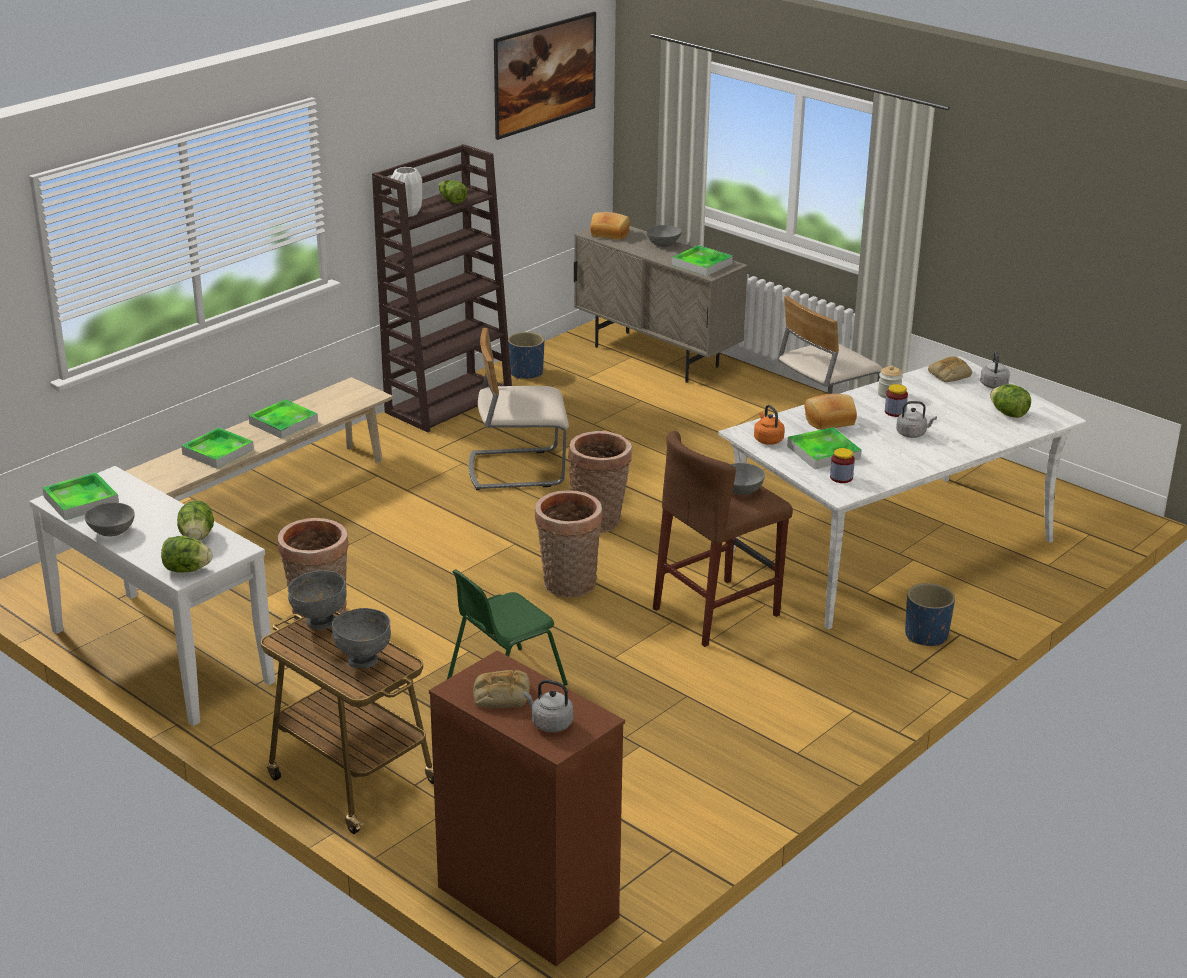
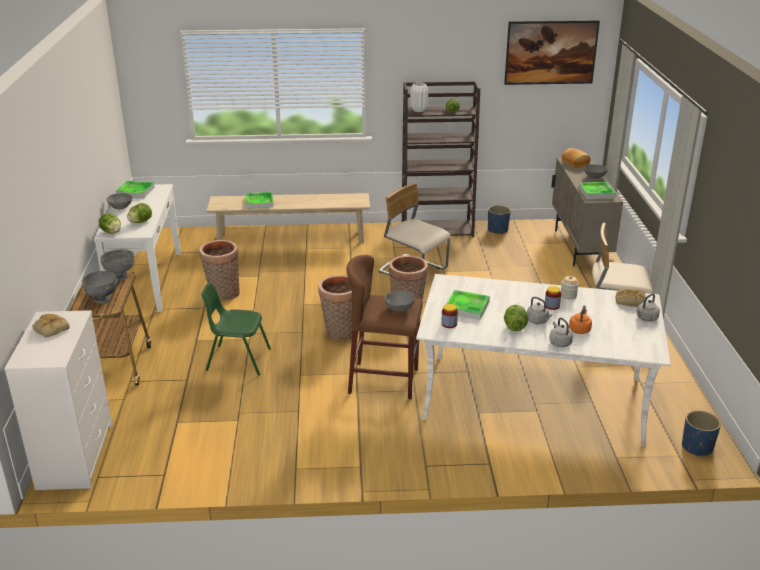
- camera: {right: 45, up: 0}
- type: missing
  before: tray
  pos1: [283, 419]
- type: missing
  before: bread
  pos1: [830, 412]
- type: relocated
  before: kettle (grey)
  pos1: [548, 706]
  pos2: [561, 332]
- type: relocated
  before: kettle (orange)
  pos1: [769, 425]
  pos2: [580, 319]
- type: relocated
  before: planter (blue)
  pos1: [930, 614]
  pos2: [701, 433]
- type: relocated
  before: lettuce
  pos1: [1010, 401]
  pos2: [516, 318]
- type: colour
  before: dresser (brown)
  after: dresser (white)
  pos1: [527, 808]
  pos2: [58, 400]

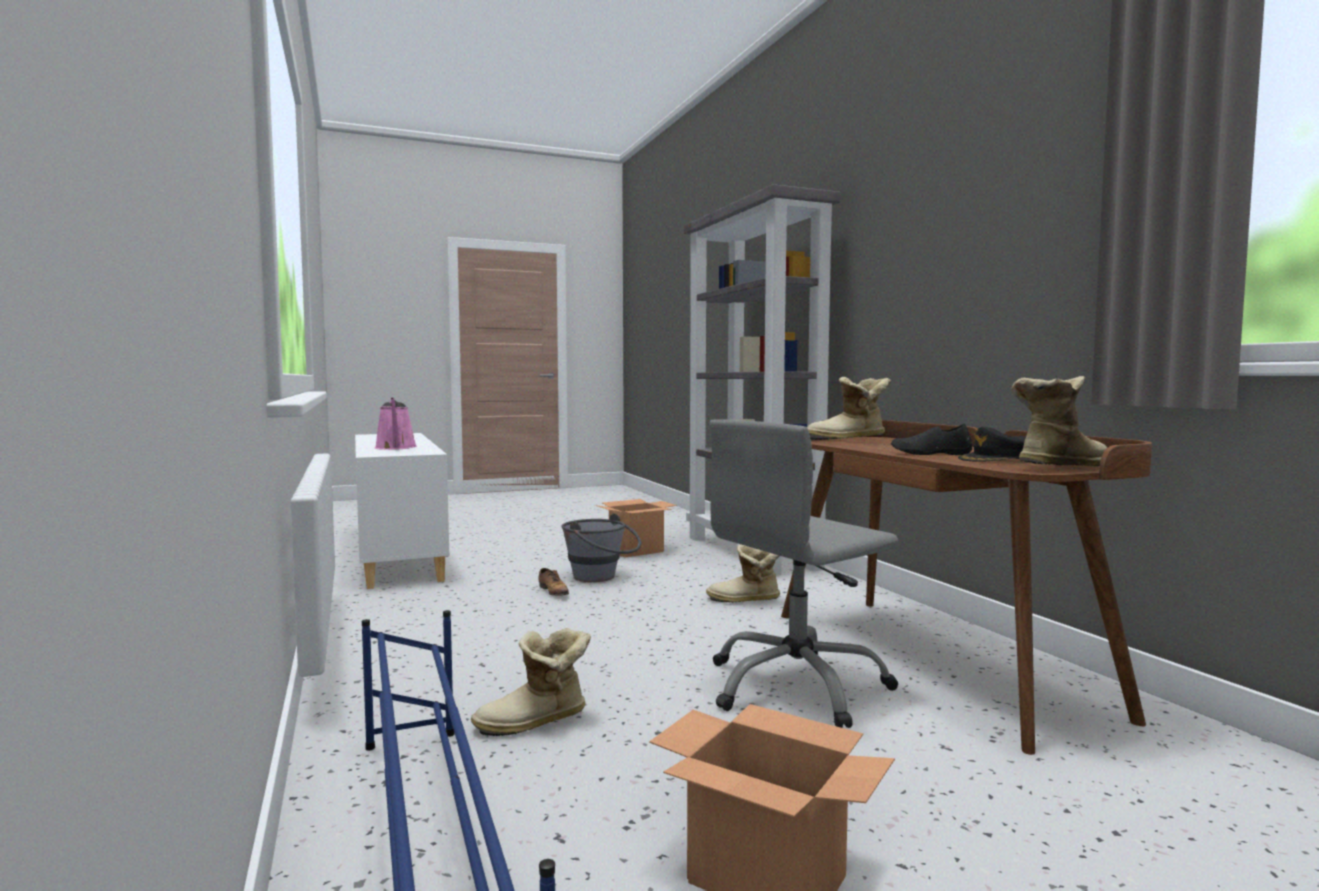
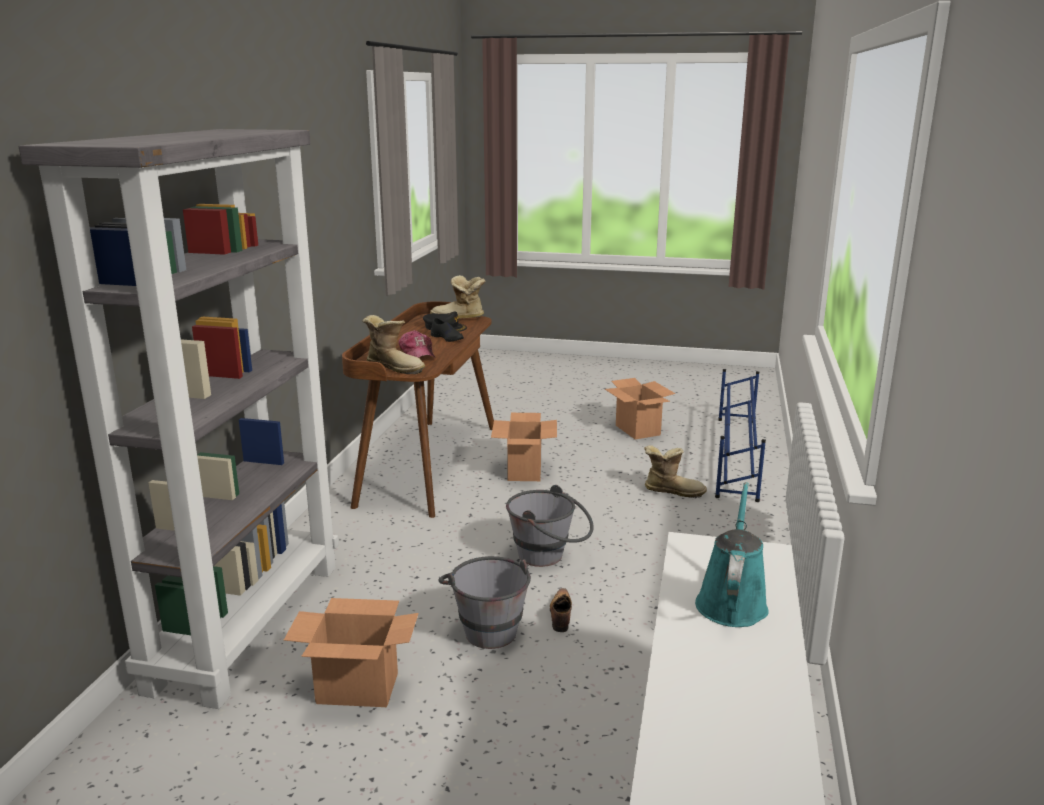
- camera: {right: -145, up: 15}
- type: missing
  before: boot
  pos1: [743, 573]
- type: appeared
  after: cap
  pos2: [417, 344]
- type: appeared
  after: bucket (grey)
  pos2: [550, 526]
- type: exchanged
  before: office chair (grey)
  after: cardboard box
  pos1: [804, 573]
  pos2: [524, 447]
- type: colour
  before: watering can (pink)
  after: watering can (turquoise)
  pos1: [396, 423]
  pos2: [732, 554]

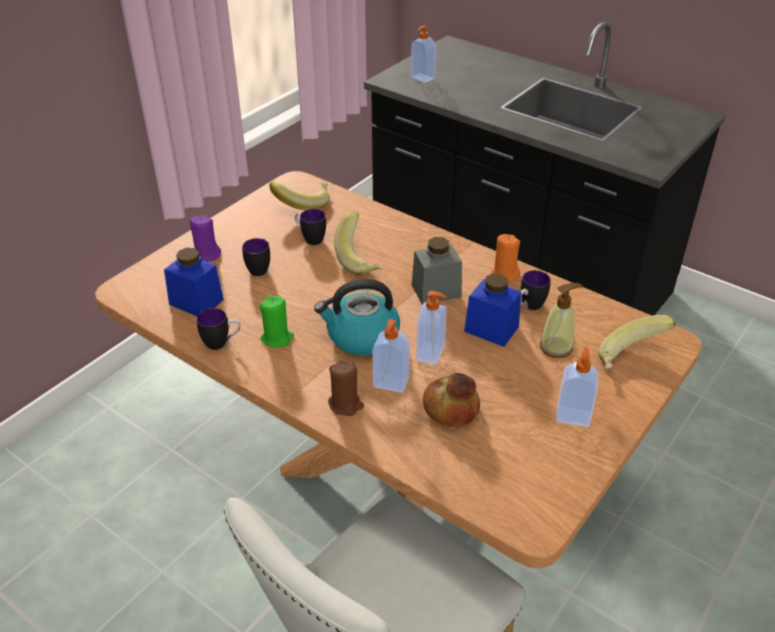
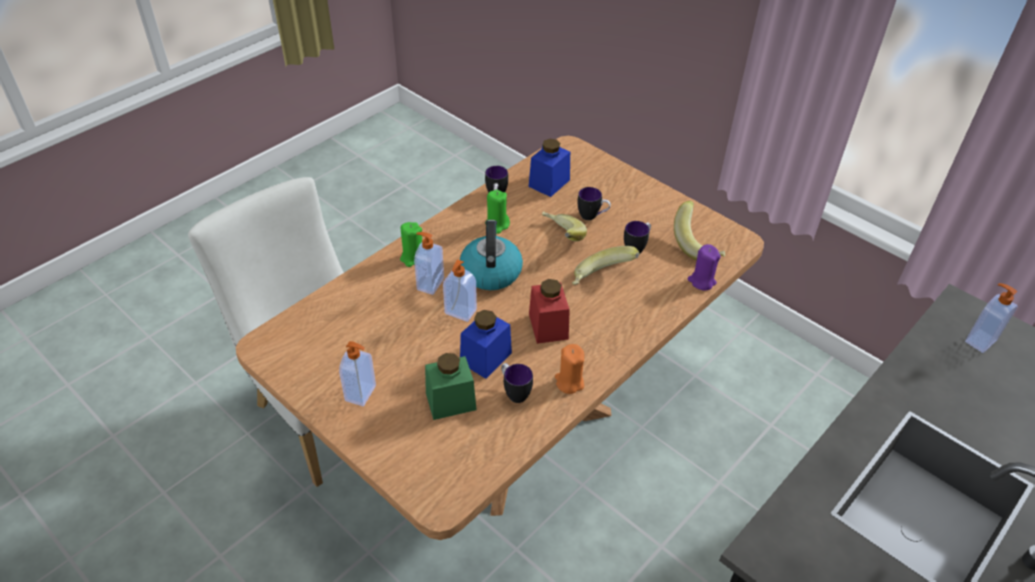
- camera: {right: 95, up: 5}
- type: missing
  before: bread
  pos1: [451, 400]
- type: relocated
  before: candle (purple)
  pos1: [205, 239]
  pos2: [704, 267]
- type: relocated
  before: banana
  pos1: [637, 342]
  pos2: [564, 226]
- type: exchanged
  before: soap dispenser
  after: jar (green)
  pos1: [561, 320]
  pos2: [451, 386]
- type: colour
  before: candle (brown)
  after: candle (green)
  pos1: [346, 388]
  pos2: [411, 244]
- type: colour
  before: jar (grey)
  after: jar (red)
  pos1: [437, 271]
  pos2: [549, 311]

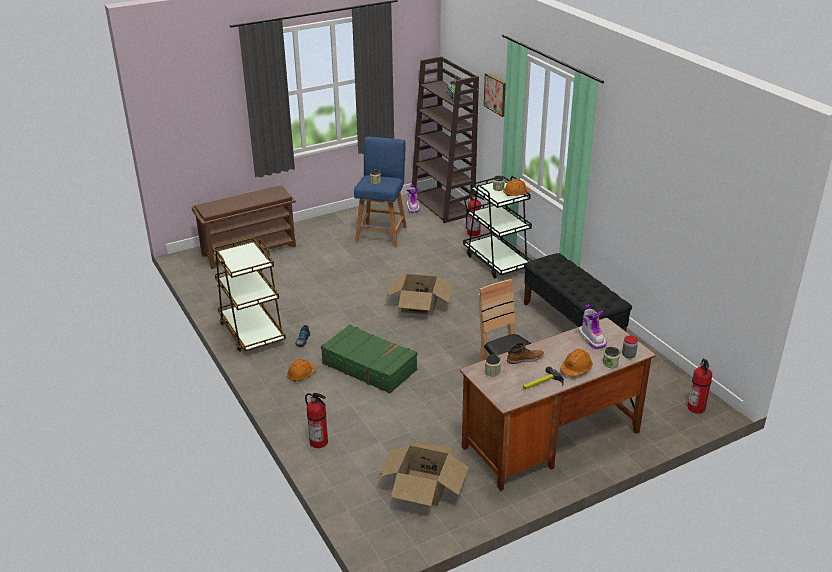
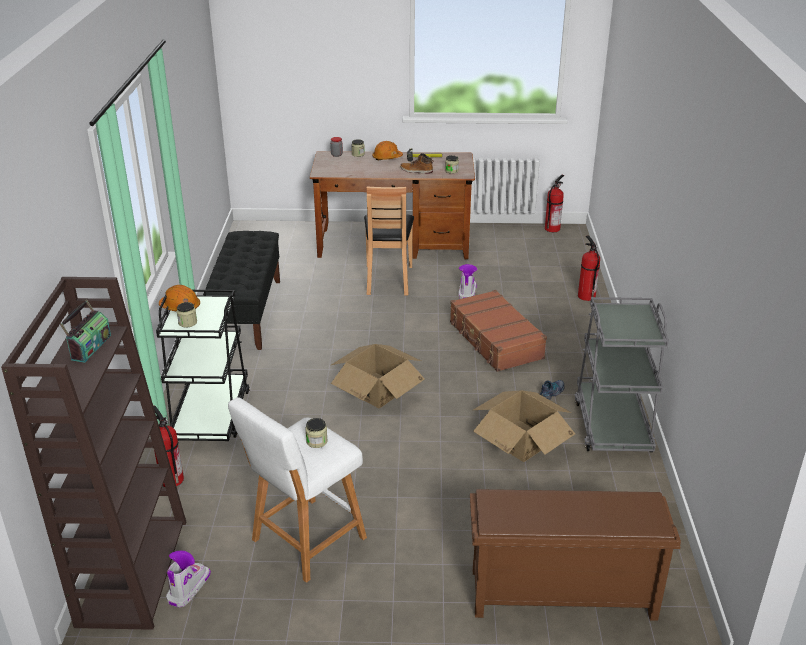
- camera: {right: -150, up: 0}
- type: missing
  before: hard hat (orange)
  pos1: [301, 370]
- type: missing
  before: picture
  pos1: [495, 94]
- type: relocated
  before: cardboard box
  pos1: [423, 473]
  pos2: [524, 426]
- type: relocated
  before: boot
  pos1: [592, 327]
  pos2: [468, 281]
- type: relocated
  before: fire extinguisher
  pos1: [699, 386]
  pos2: [554, 203]
- type: colour
  before: cart (brown)
  after: cart (grey)
  pos1: [249, 294]
  pos2: [622, 374]
- type: colour
  before: suitcase (green)
  after: suitcase (brown)
  pos1: [369, 359]
  pos2: [498, 331]
- type: colour
  before: stool (blue)
  after: stool (white)
  pos1: [380, 192]
  pos2: [297, 490]

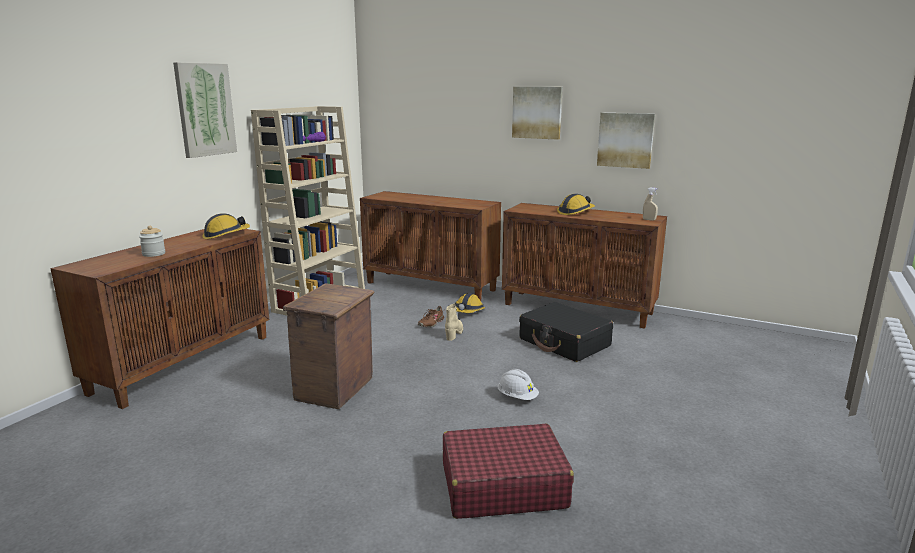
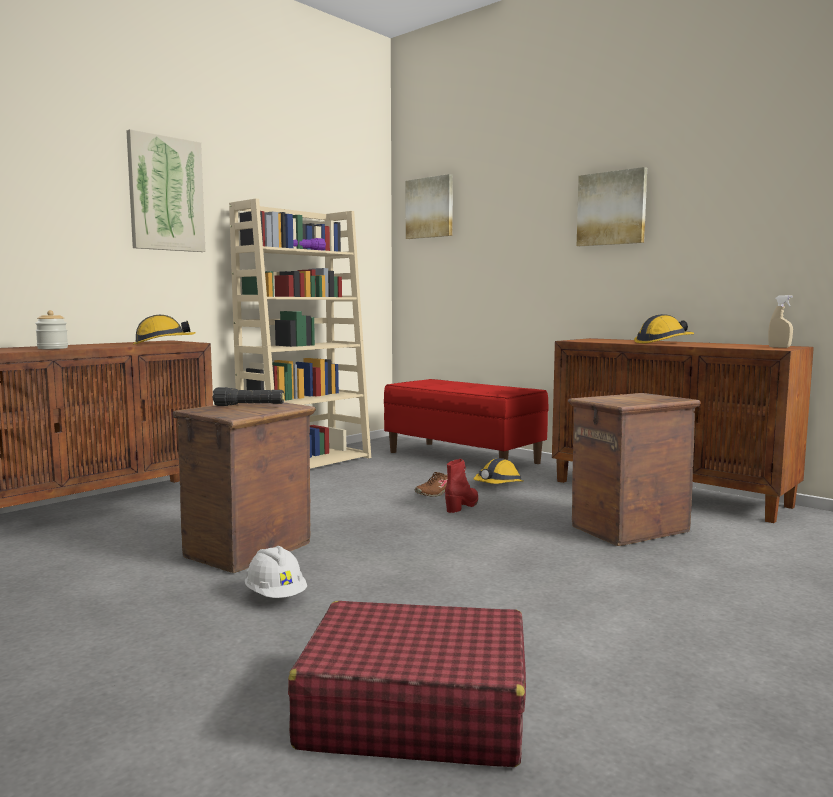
- camera: {right: 15, up: -10}
- type: appeared
  after: flashlight (black)
  pos2: [248, 396]
- type: relocated
  before: hard hat (white)
  pos1: [518, 384]
  pos2: [276, 572]
- type: relocated
  before: picture
  pos1: [626, 141]
  pos2: [429, 206]
- type: exchanged
  before: cabinet (brown)
  after: bench (red)
  pos1: [430, 246]
  pos2: [466, 421]
- type: exchanged
  before: suitcase (black)
  after: crate
  pos1: [566, 332]
  pos2: [634, 469]
- type: colour
  before: boot (beige)
  after: boot (red)
  pos1: [454, 322]
  pos2: [461, 486]

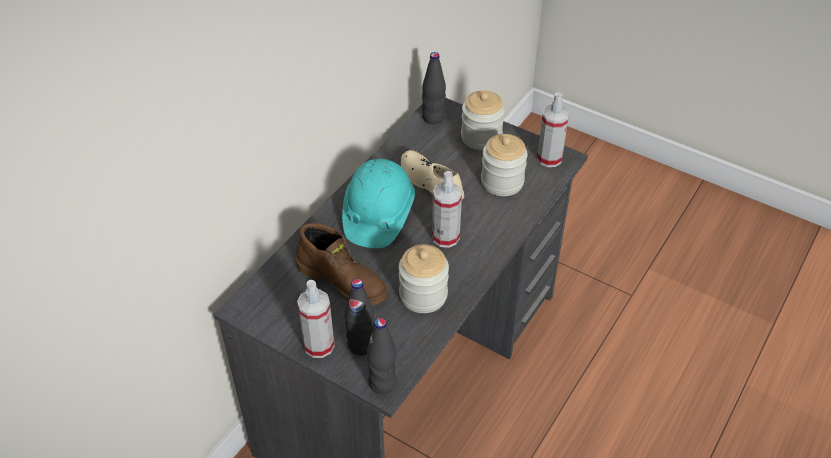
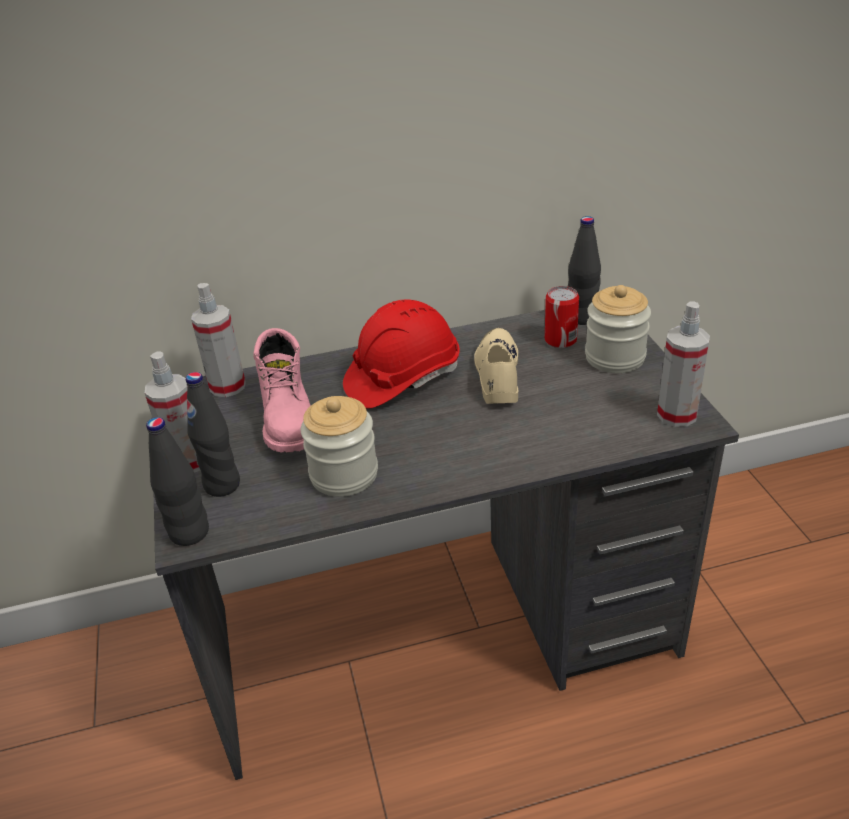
- camera: {right: 45, up: -10}
- type: missing
  before: jar
  pos1: [504, 165]
- type: appeared
  after: can
  pos2: [562, 317]
- type: relocated
  before: spray bottle
  pos1: [447, 209]
  pos2: [218, 340]
- type: colour
  before: boot (brown)
  after: boot (pink)
  pos1: [342, 264]
  pos2: [282, 390]
- type: colour
  before: hard hat (turquoise)
  after: hard hat (red)
  pos1: [378, 203]
  pos2: [401, 354]

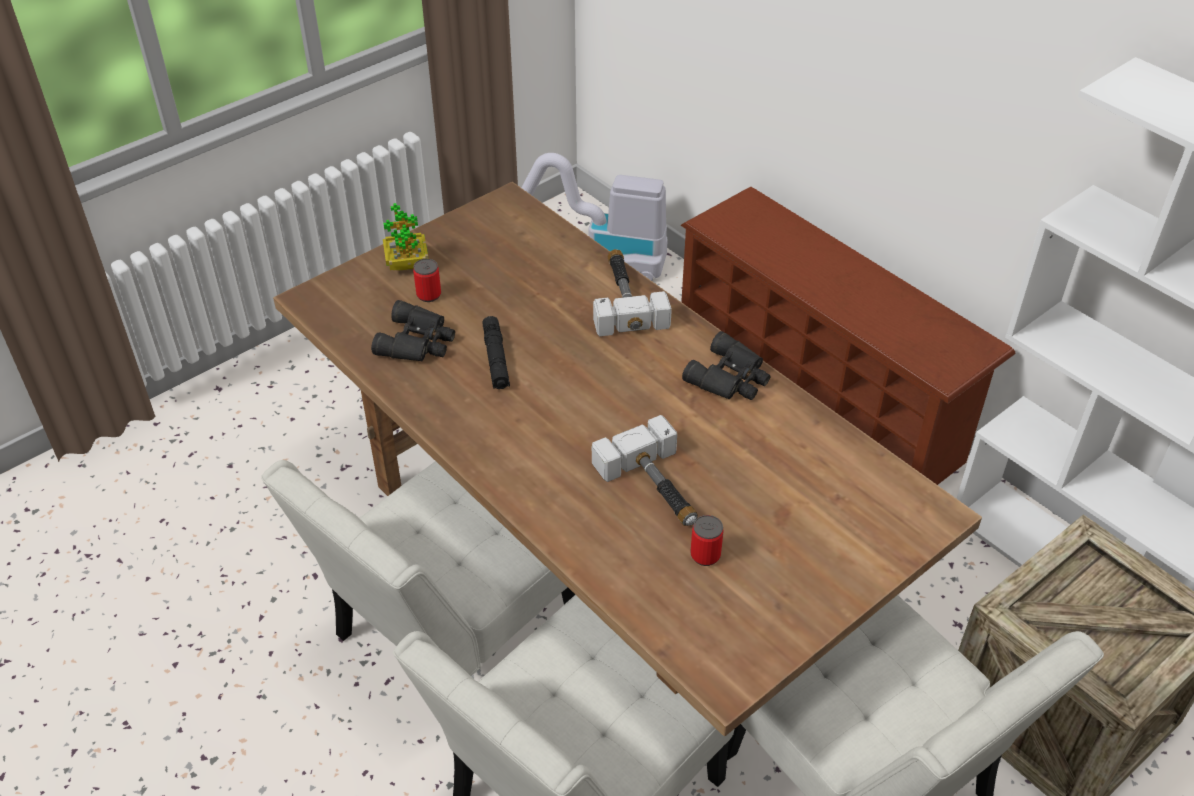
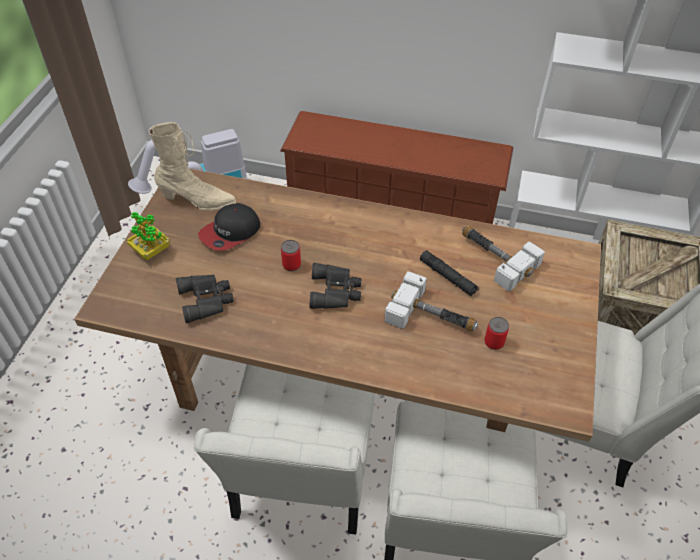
- camera: {right: -35, up: 5}
- type: appeared
  after: boot (beige)
  pos2: [192, 166]
- type: appeared
  after: cap
  pos2: [229, 227]
- type: relocated
  before: can
  pos1: [427, 280]
  pos2: [291, 255]
- type: relocated
  before: flashlight (black)
  pos1: [496, 352]
  pos2: [449, 273]
- type: relocated
  before: hammer
  pos1: [632, 293]
  pos2: [503, 258]
- type: relocated
  before: binoculars (black)
  pos1: [726, 365]
  pos2: [335, 286]

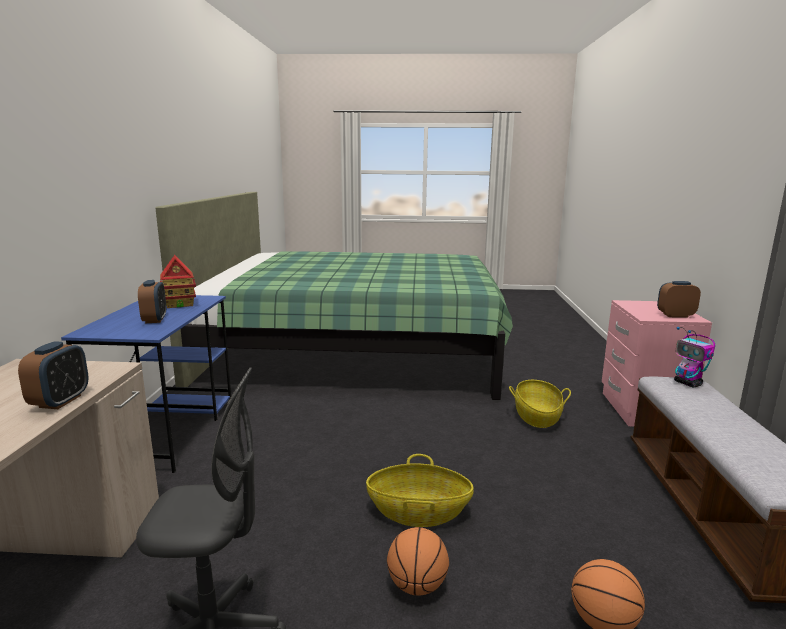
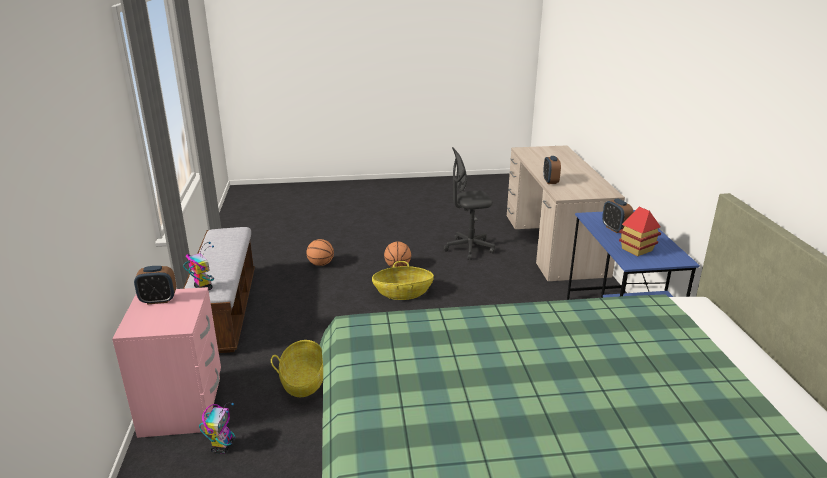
- camera: {right: 170, up: 10}
- type: appeared
  after: toy robot
  pos2: [217, 428]

